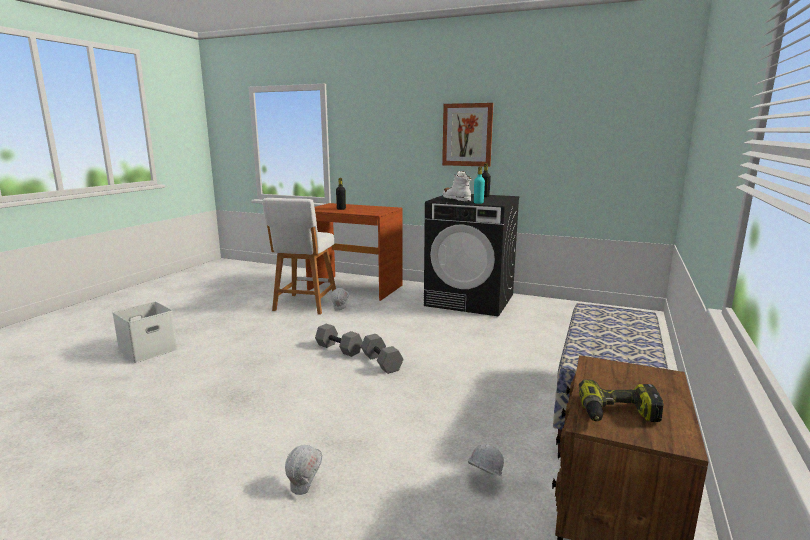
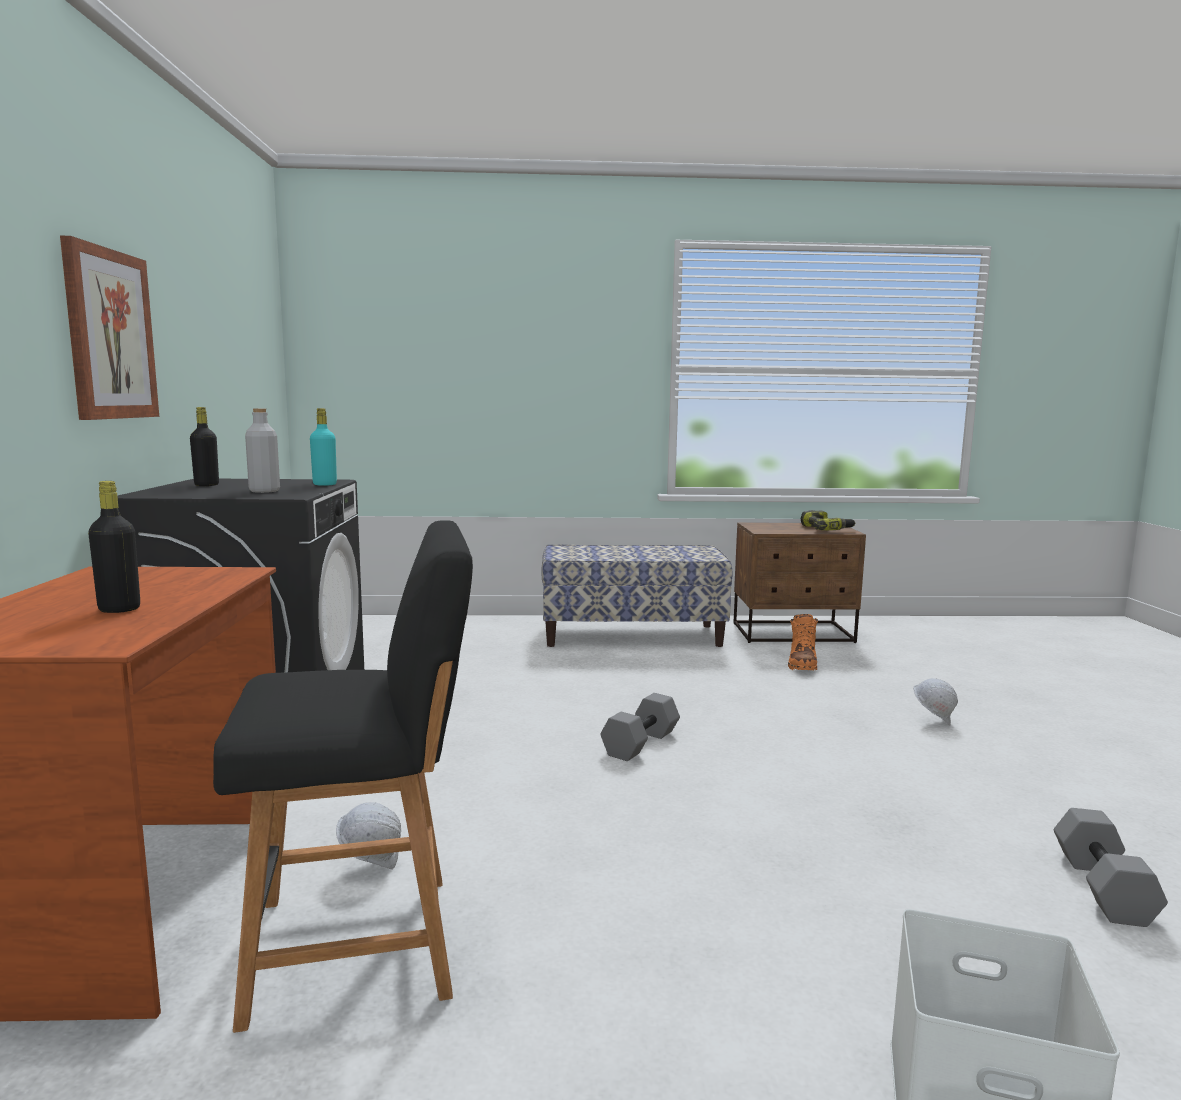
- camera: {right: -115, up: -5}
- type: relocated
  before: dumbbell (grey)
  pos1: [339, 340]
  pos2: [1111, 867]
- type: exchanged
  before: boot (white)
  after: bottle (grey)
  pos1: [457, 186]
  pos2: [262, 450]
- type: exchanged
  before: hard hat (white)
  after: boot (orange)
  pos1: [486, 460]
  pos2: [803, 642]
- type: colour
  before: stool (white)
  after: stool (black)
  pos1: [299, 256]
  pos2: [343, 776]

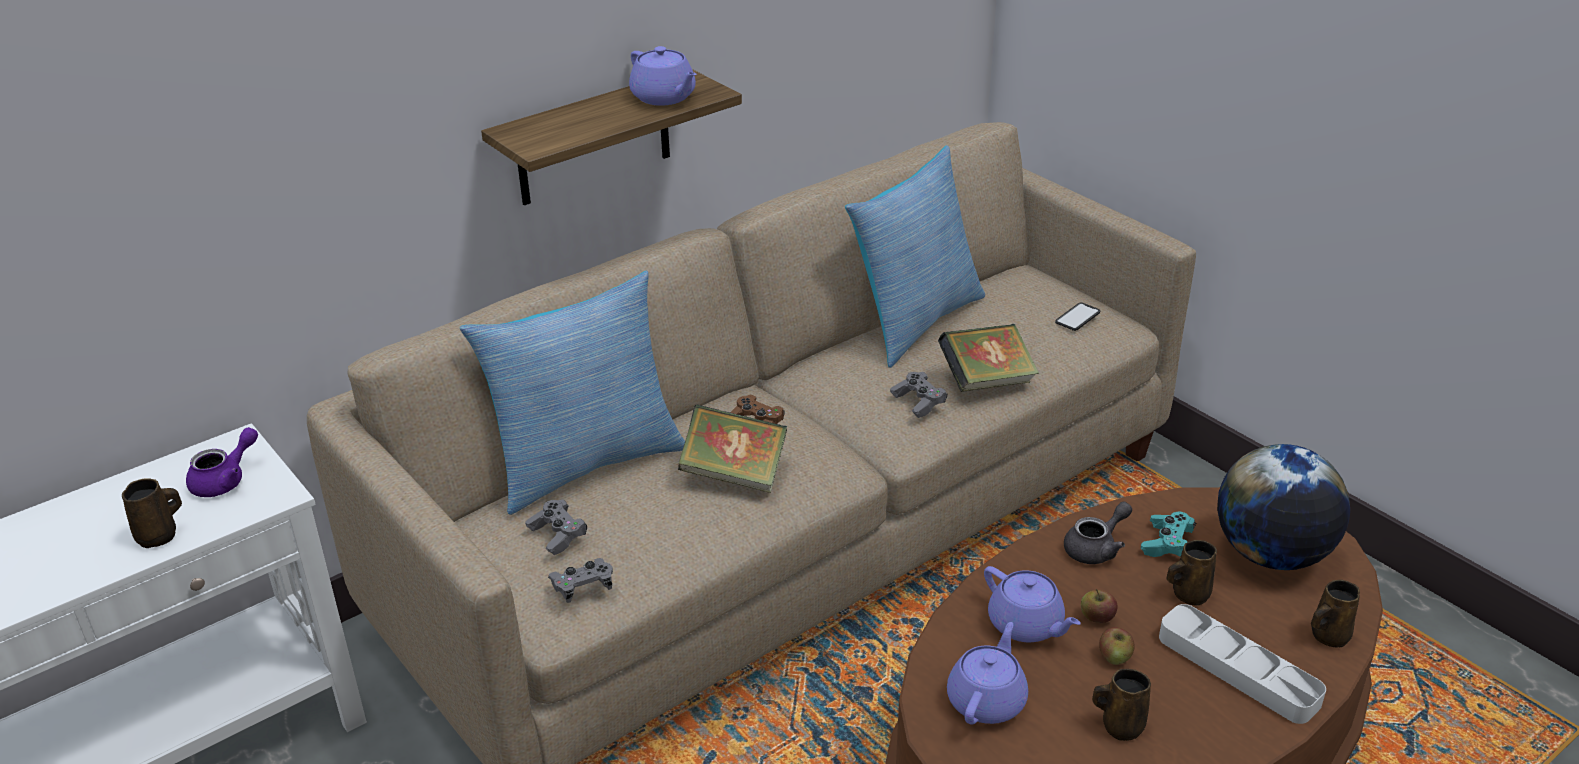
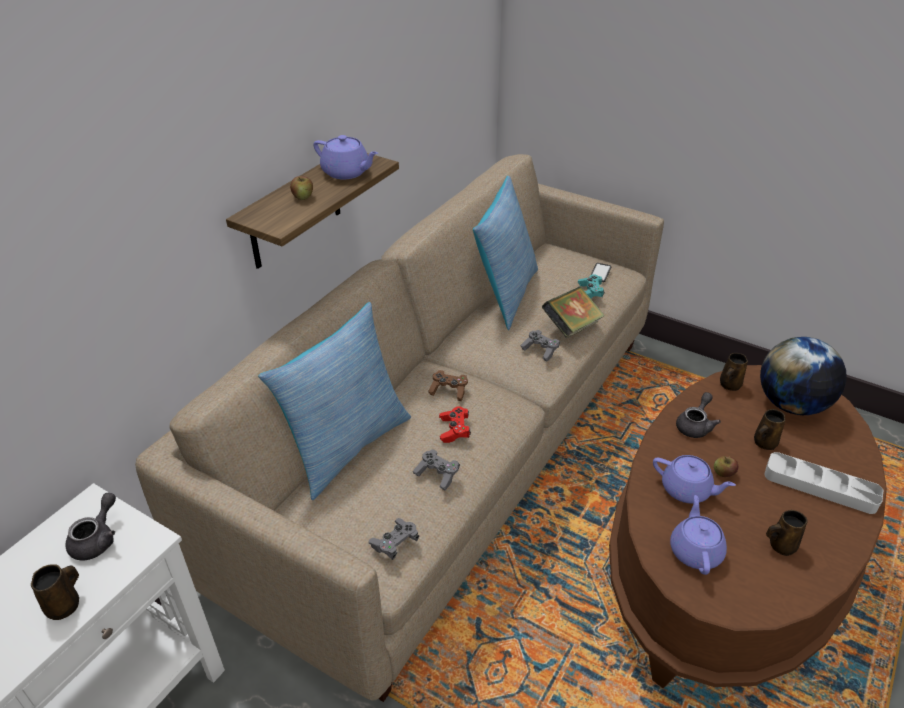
- camera: {right: -20, up: 5}
- type: relocated
  before: game controller (grey)
  pos1: [556, 527]
  pos2: [436, 469]
- type: relocated
  before: apple
  pos1: [1117, 646]
  pos2: [301, 188]
- type: relocated
  before: game controller (turquoise)
  pos1: [1168, 534]
  pos2: [591, 286]
- type: relocated
  before: mug (brown)
  pos1: [1335, 614]
  pos2: [734, 372]
- type: exchanged
  before: book
  after: game controller (red)
  pos1: [732, 449]
  pos2: [455, 424]
- type: colour
  before: teapot (purple)
  after: teapot (grey)
  pos1: [222, 462]
  pos2: [90, 526]

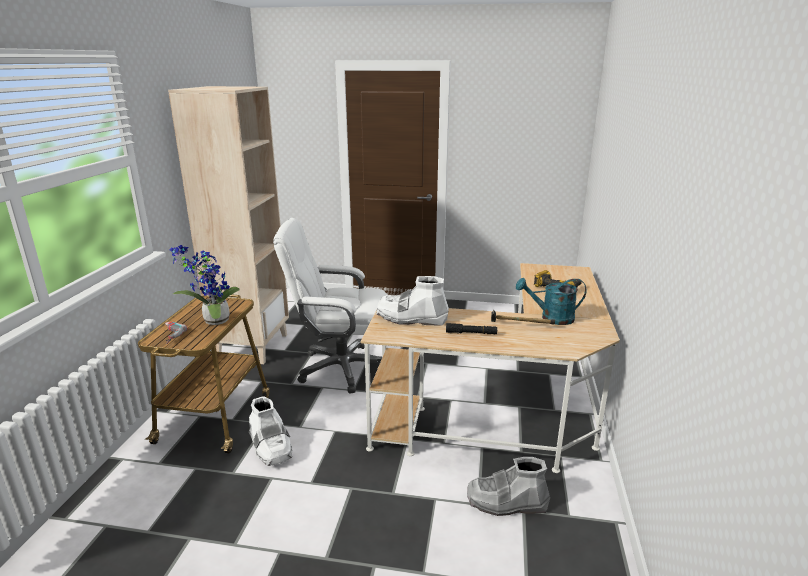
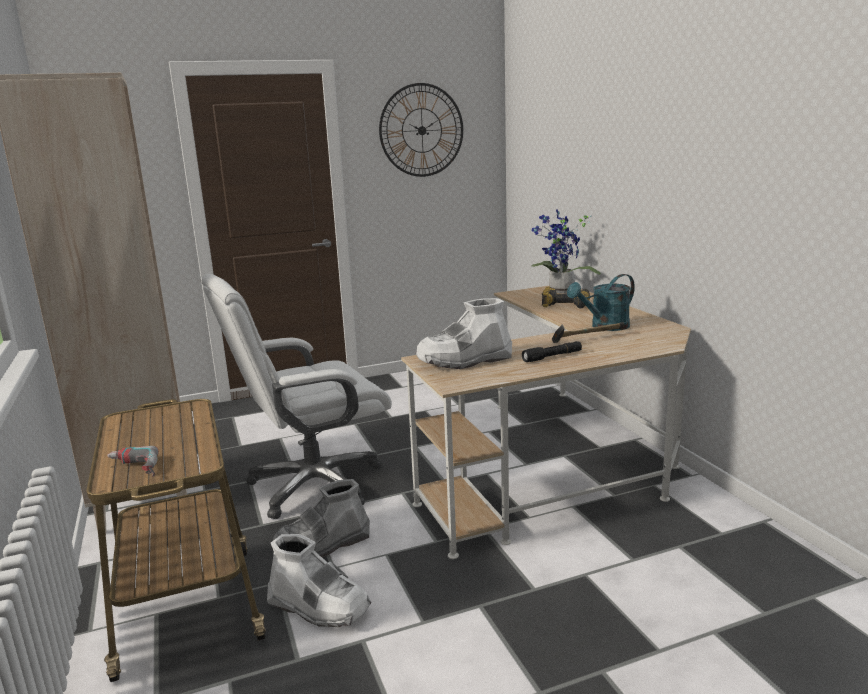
- camera: {right: -30, up: -5}
- type: appeared
  after: wall clock
  pos2: [421, 130]
- type: relocated
  before: potted plant
  pos1: [205, 285]
  pos2: [566, 251]
- type: relocated
  before: boot (grey)
  pos1: [508, 486]
  pos2: [321, 518]

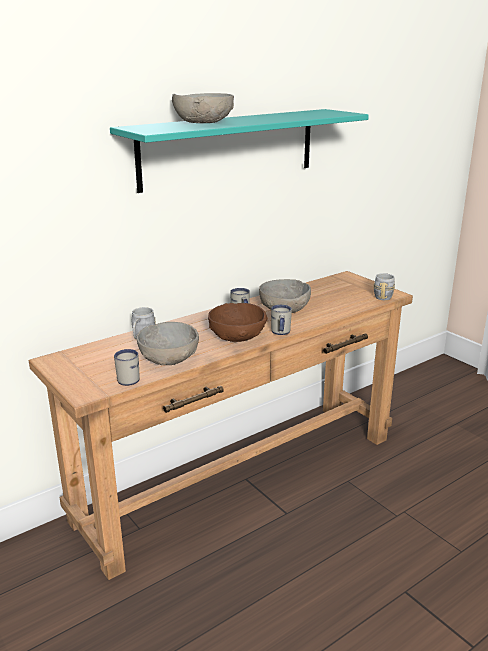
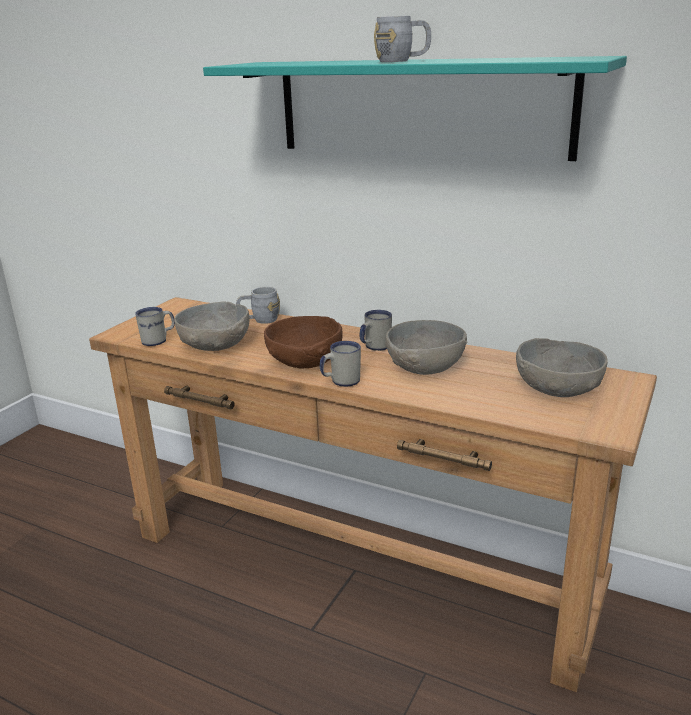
- camera: {right: 65, up: 0}
- type: relocated
  before: bowl (grey)
  pos1: [203, 108]
  pos2: [562, 367]
- type: relocated
  before: mug (grey)
  pos1: [384, 286]
  pos2: [402, 39]

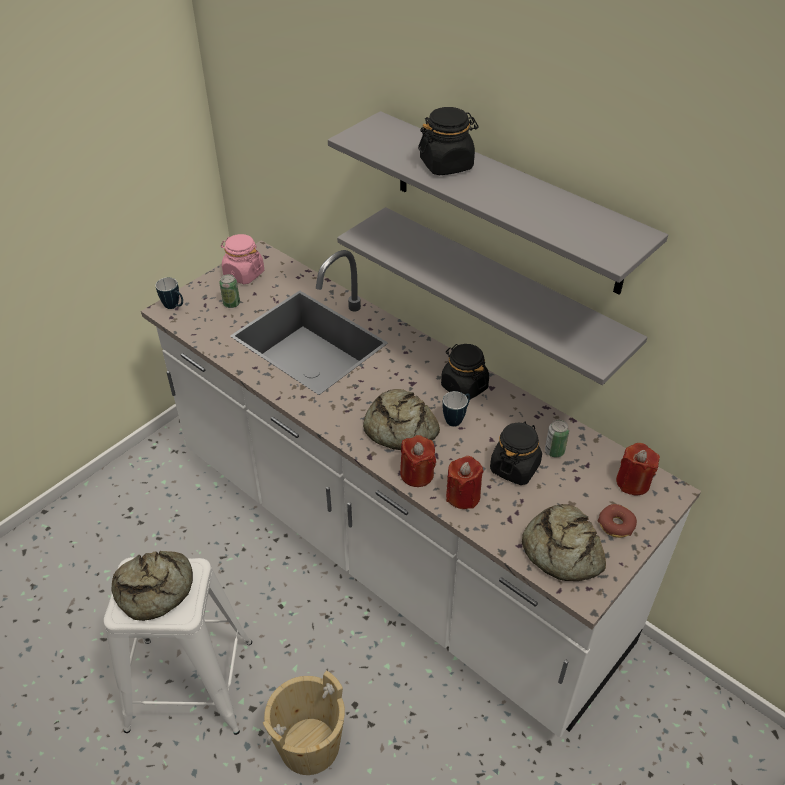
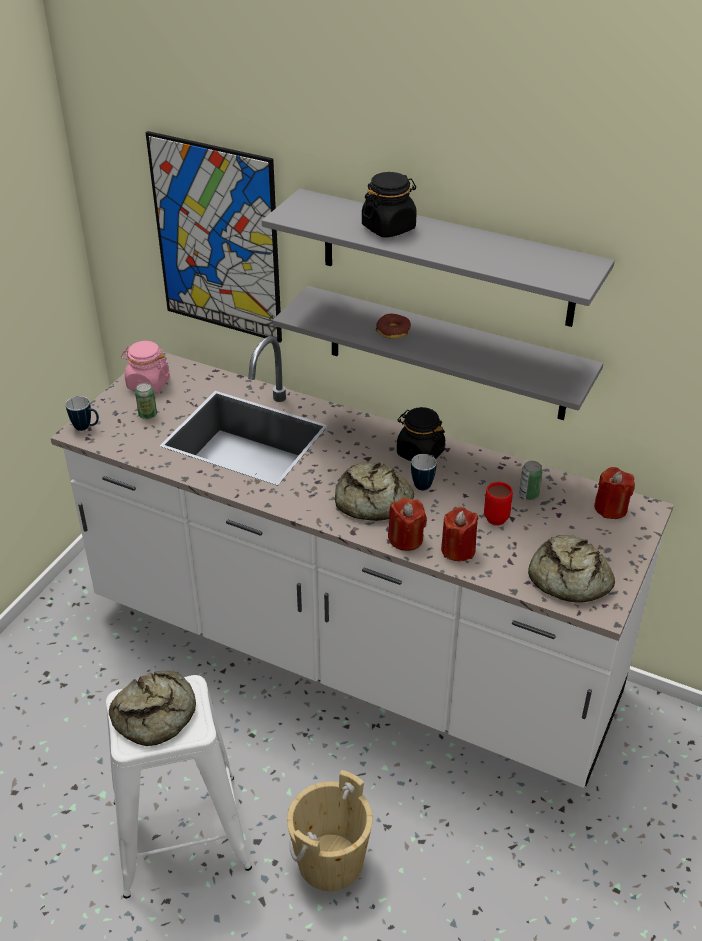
- camera: {right: -15, up: -5}
- type: appeared
  after: picture
  pos2: [213, 236]
- type: relocated
  before: donut
  pos1: [617, 521]
  pos2: [393, 326]
- type: exchanged
  before: jar (black)
  after: mug (red)
  pos1: [516, 453]
  pos2: [498, 503]

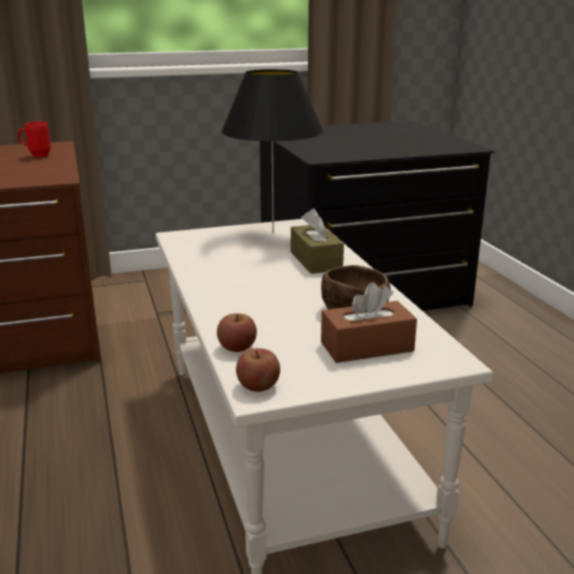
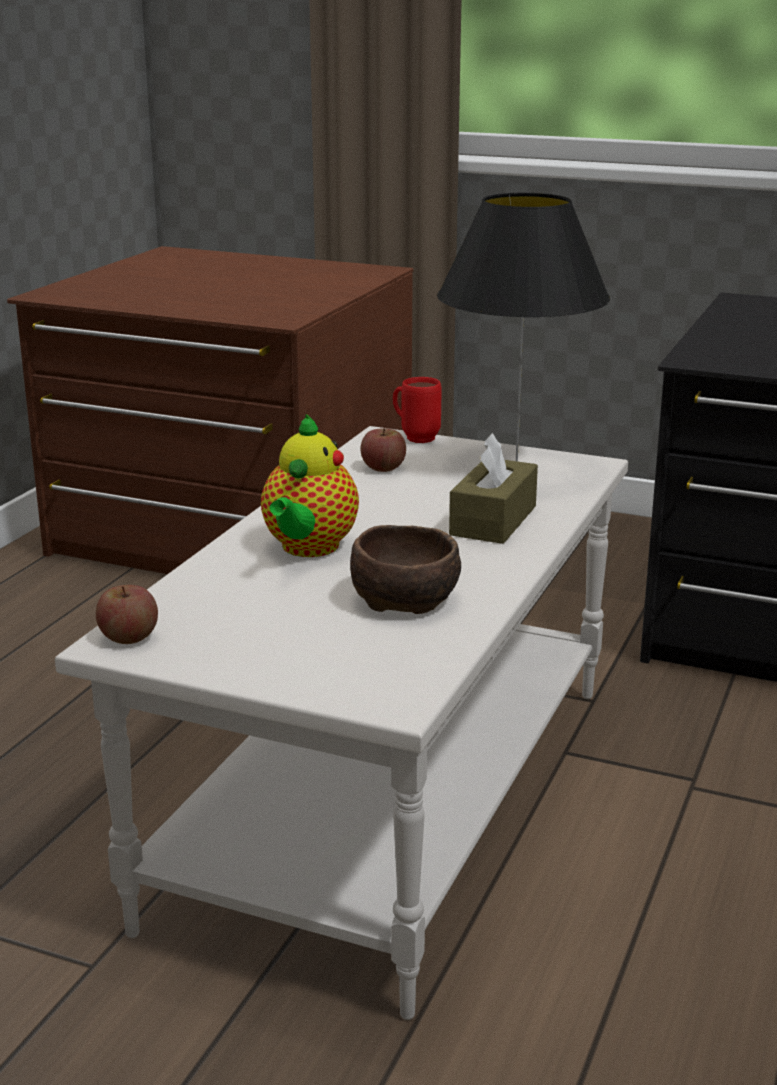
- camera: {right: 40, up: 0}
- type: missing
  before: tissue box (brown)
  pos1: [369, 322]
- type: appeared
  after: teapot
  pos2: [310, 485]
- type: relocated
  before: mug (red)
  pos1: [34, 139]
  pos2: [417, 410]
- type: relocated
  before: apple
  pos1: [237, 332]
  pos2: [383, 450]

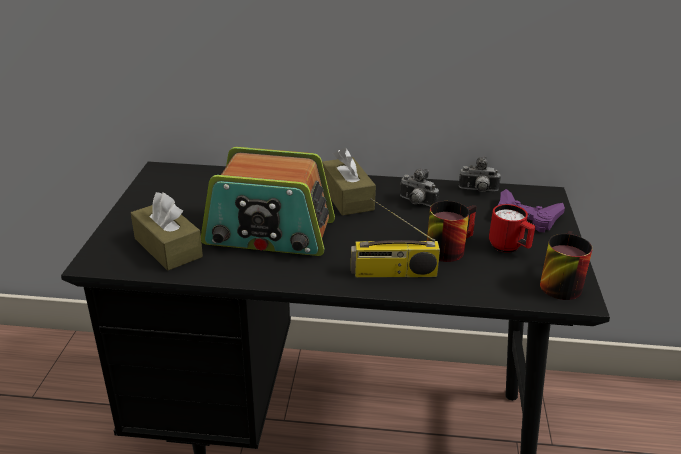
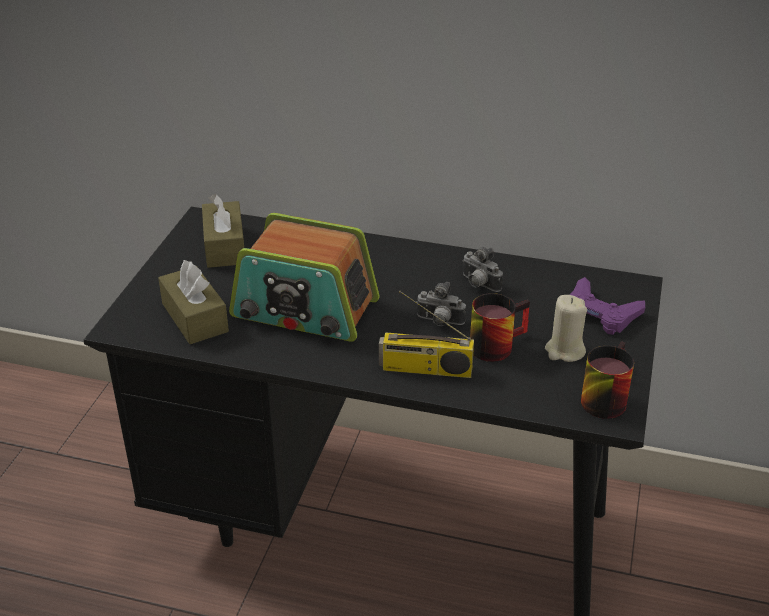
- camera: {right: 10, up: 5}
- type: relocated
  before: tissue box (brown)
  pos1: [349, 181]
  pos2: [223, 231]
- type: relocated
  before: photo camera
  pos1: [480, 174]
  pos2: [441, 304]
- type: exchanged
  before: mug (red)
  after: candle (beige)
  pos1: [512, 228]
  pos2: [566, 328]

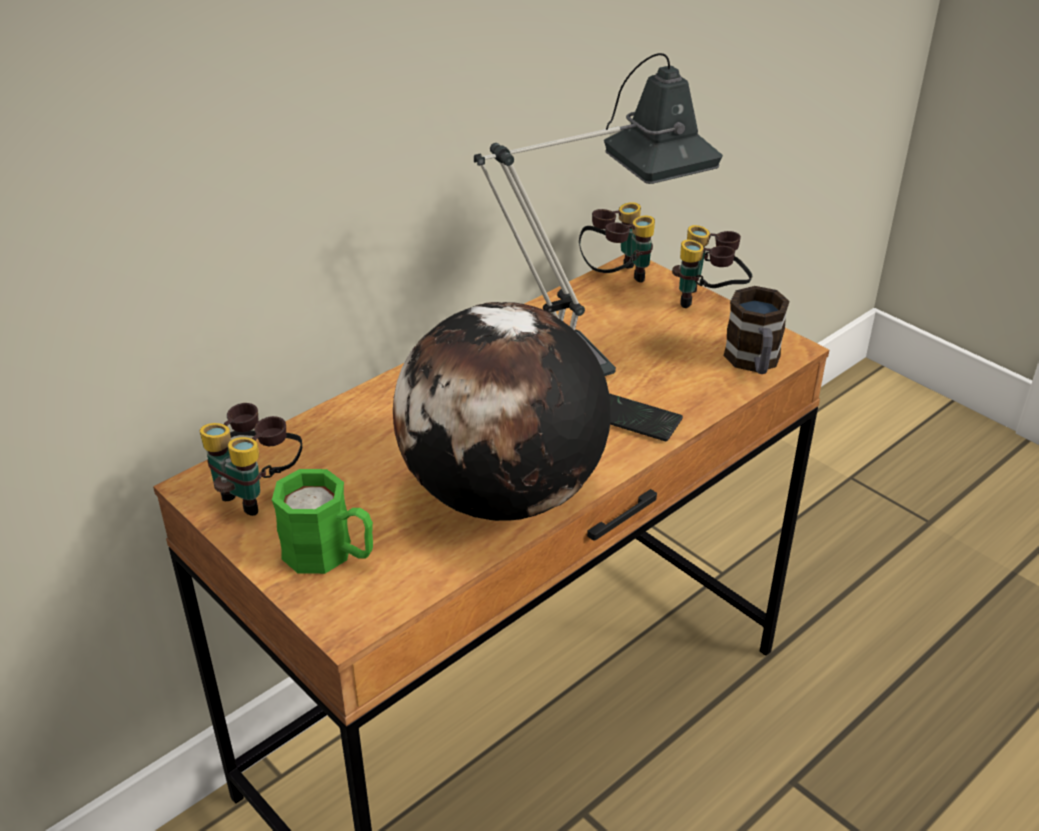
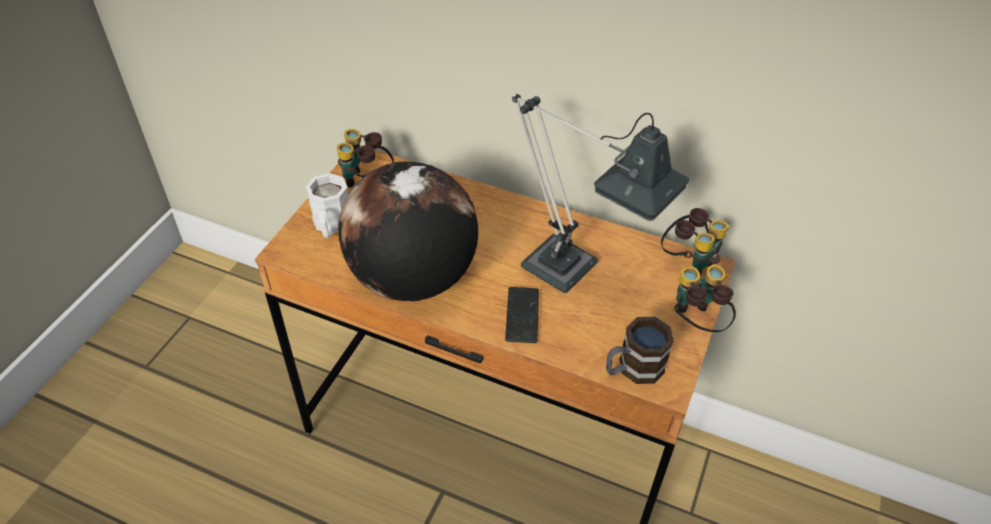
- camera: {right: 65, up: 10}
- type: colour
  before: mug (green)
  after: mug (white)
  pos1: [322, 521]
  pos2: [327, 205]

